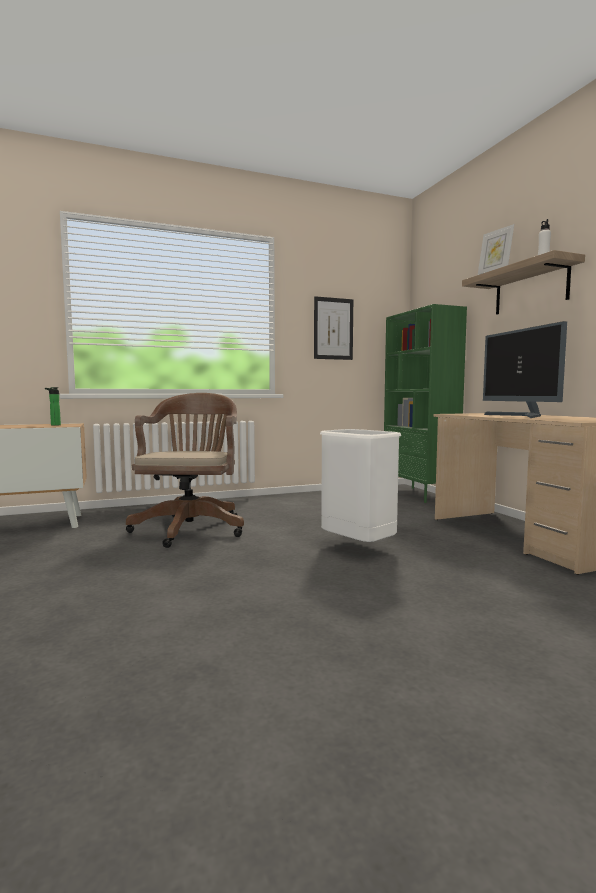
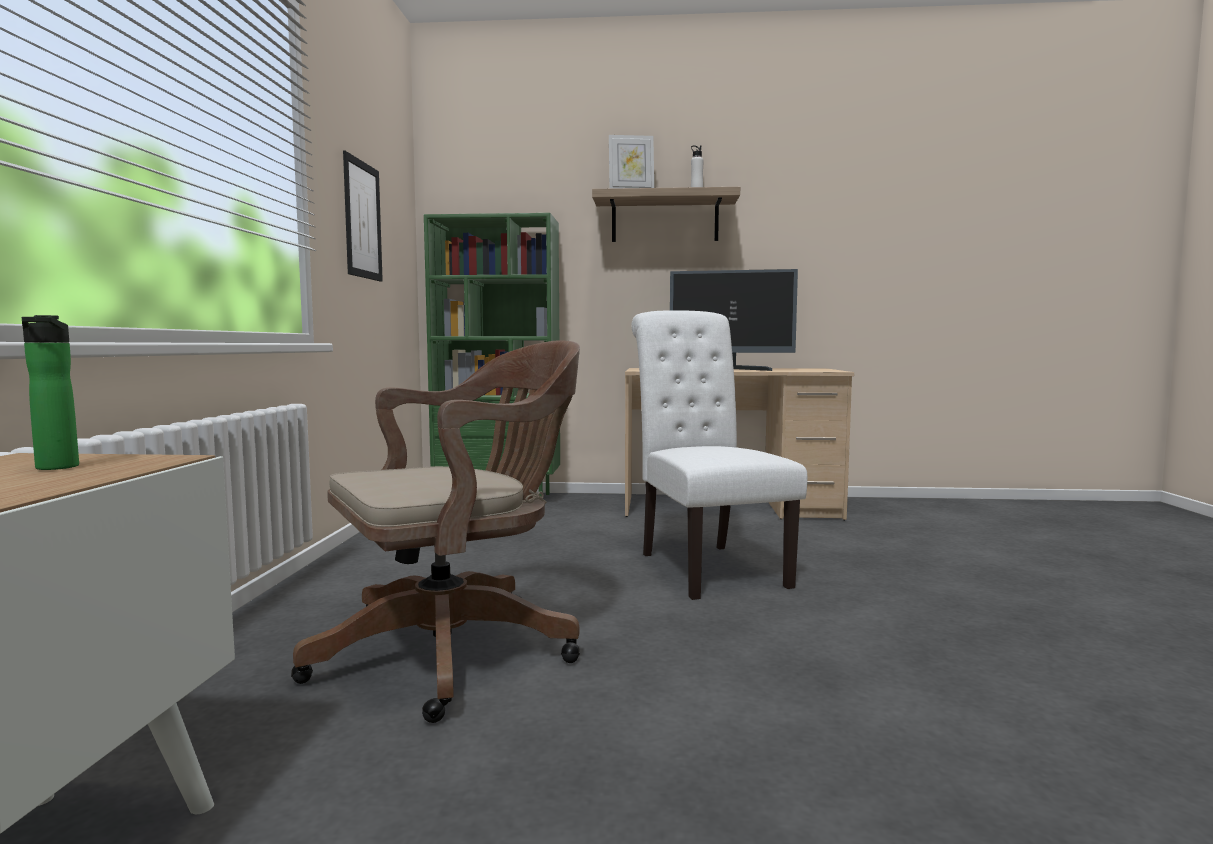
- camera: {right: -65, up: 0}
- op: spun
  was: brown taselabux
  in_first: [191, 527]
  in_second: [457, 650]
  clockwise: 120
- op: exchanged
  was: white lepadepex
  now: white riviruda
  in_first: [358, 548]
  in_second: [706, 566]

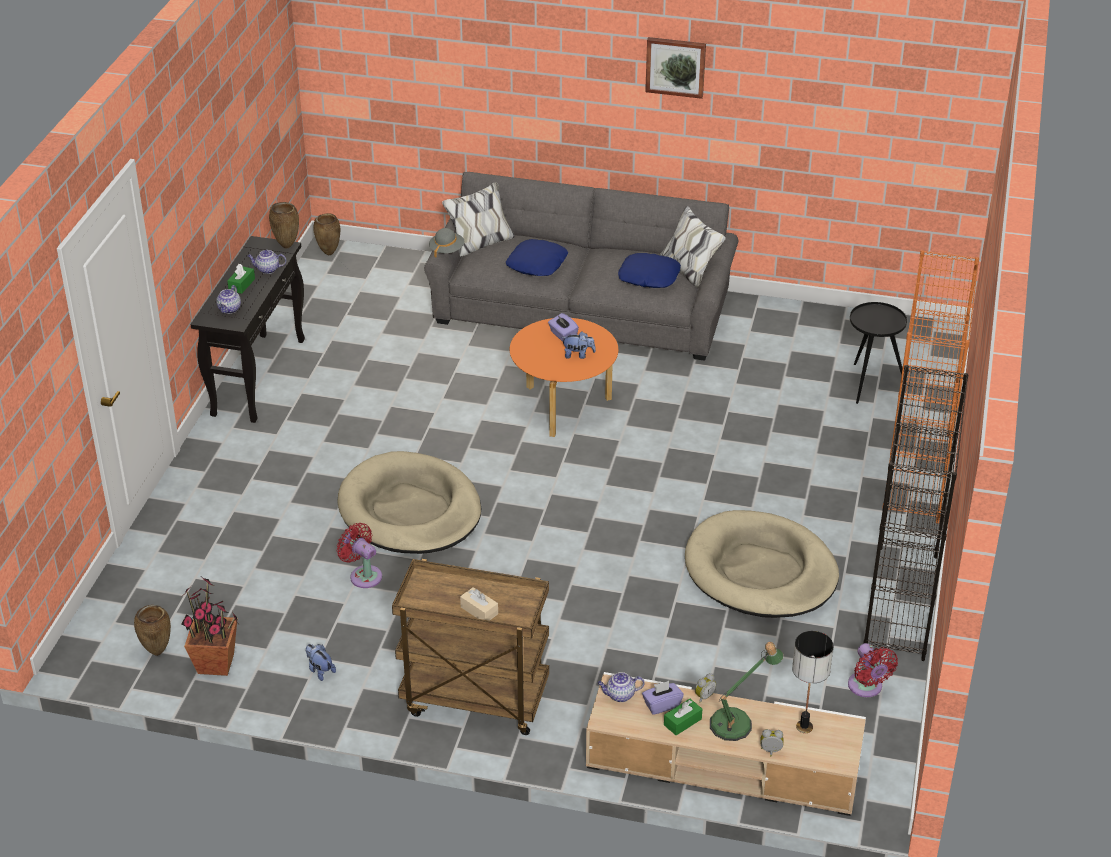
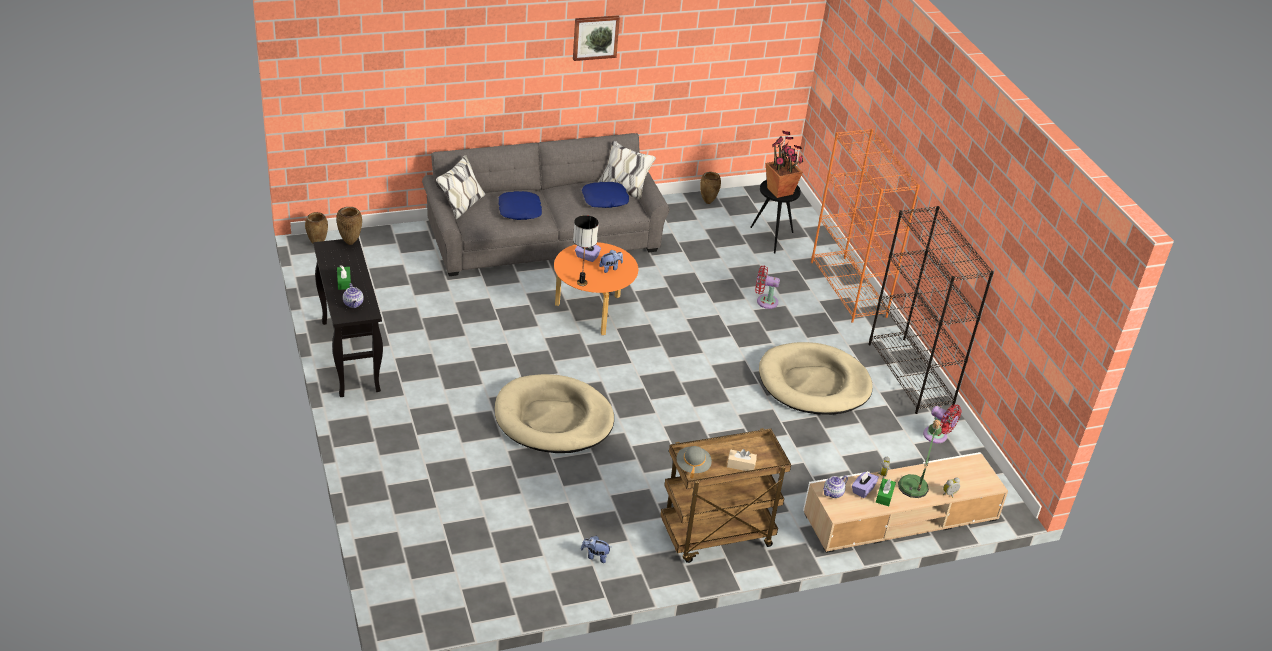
- camera: {right: -35, up: 0}
- op: relocated
  was: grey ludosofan
  in_first: [446, 250]
  in_second: [692, 466]
- op: missing
  was: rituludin
  in_first: [267, 270]
- op: relocated
  was: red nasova
  in_first: [363, 575]
  in_second: [764, 301]
- op: relocated
  was: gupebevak
  in_first: [216, 664]
  in_second: [780, 191]
- op: relocated
  was: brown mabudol
  in_first: [157, 652]
  in_second: [707, 202]
- op: relocated
  was: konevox
  in_first: [804, 726]
  in_second: [582, 282]

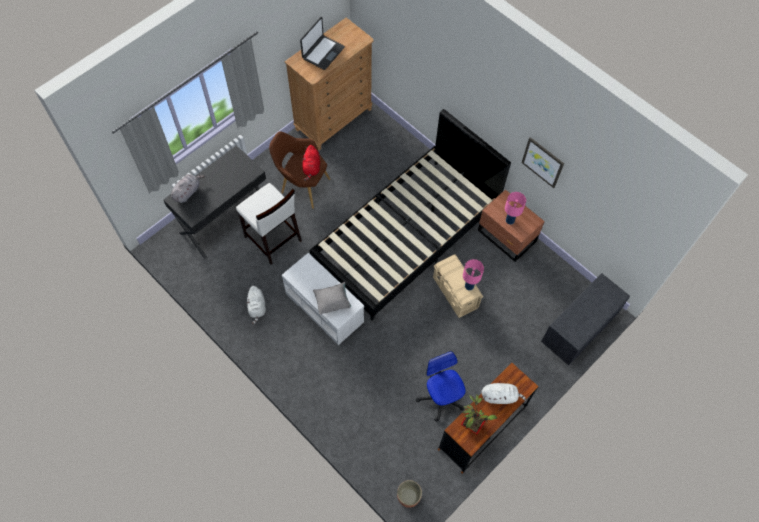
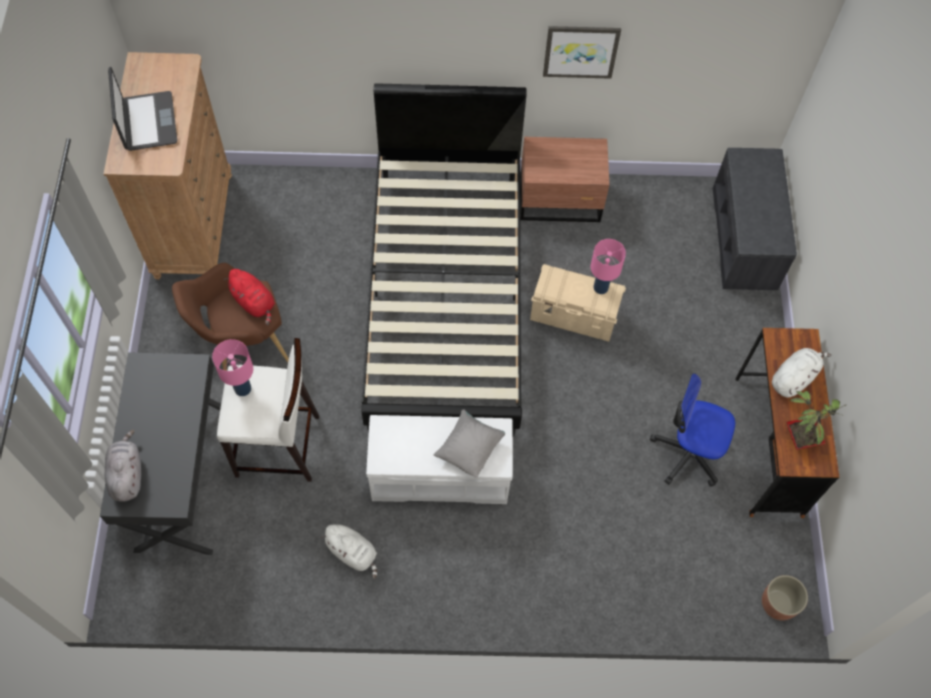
- camera: {right: -45, up: 0}
- op: relocated
  was: pink konevox
  in_first: [509, 220]
  in_second: [242, 389]

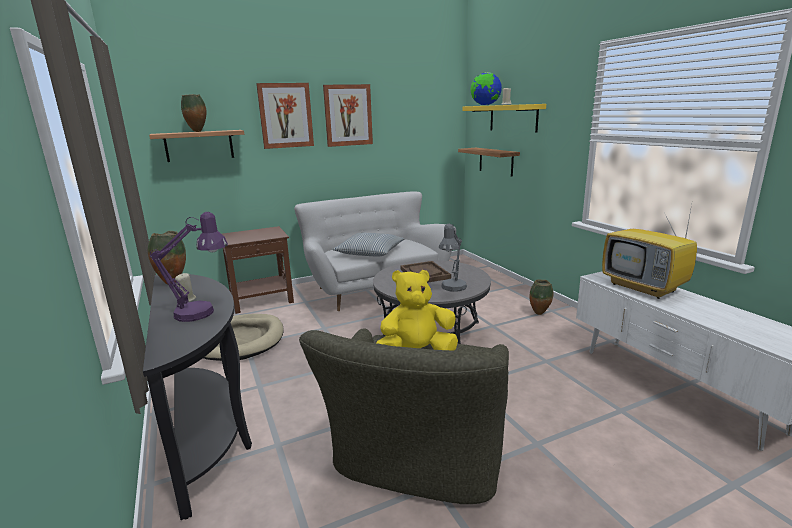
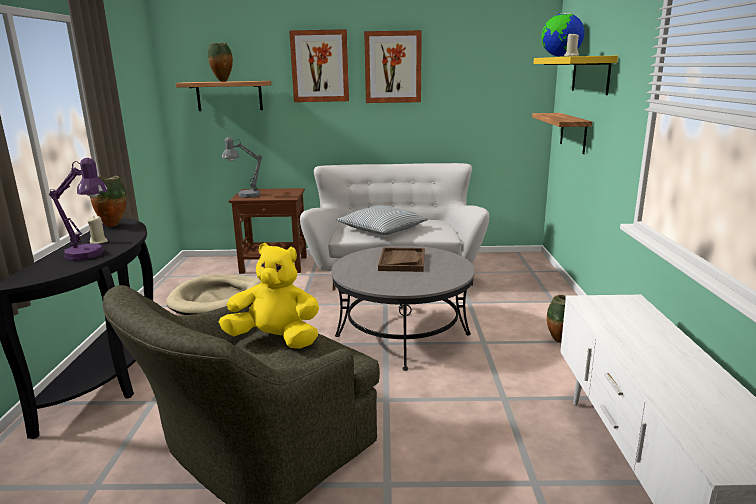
- camera: {right: 25, up: 0}
- op: missing
  was: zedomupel
  in_first: [645, 288]
- op: relocated
  was: grey konevox
  in_first: [452, 289]
  in_second: [245, 196]

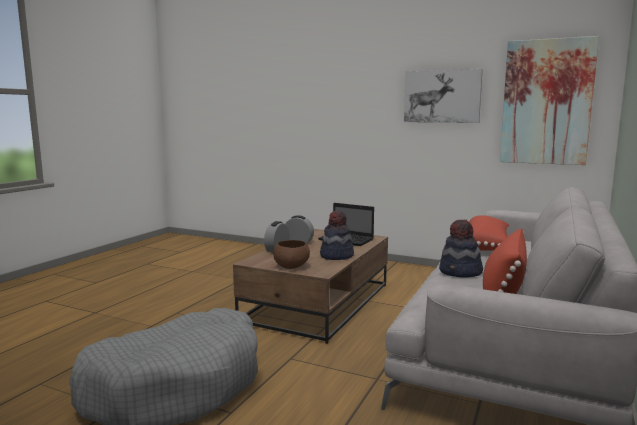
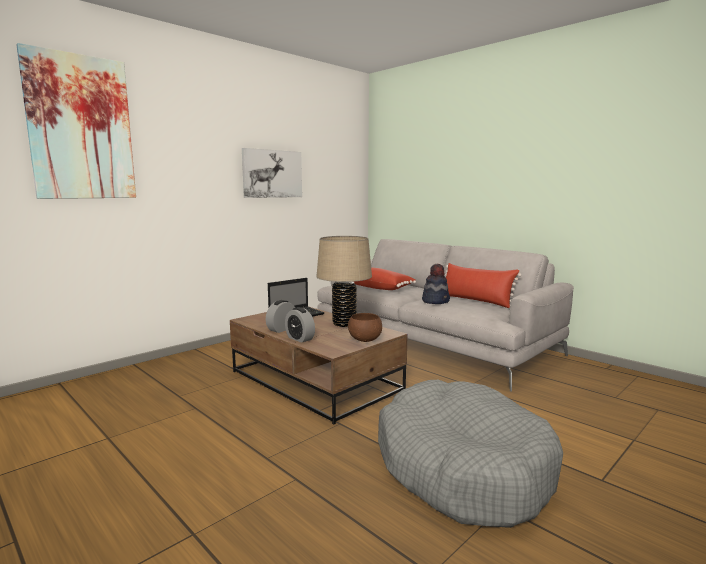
- camera: {right: -70, up: 0}
- op: relocated
  was: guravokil
  in_first: [546, 102]
  in_second: [81, 128]
- op: exchanged
  was: ludosofan
  now: beige konevox
  in_first: [336, 255]
  in_second: [344, 324]

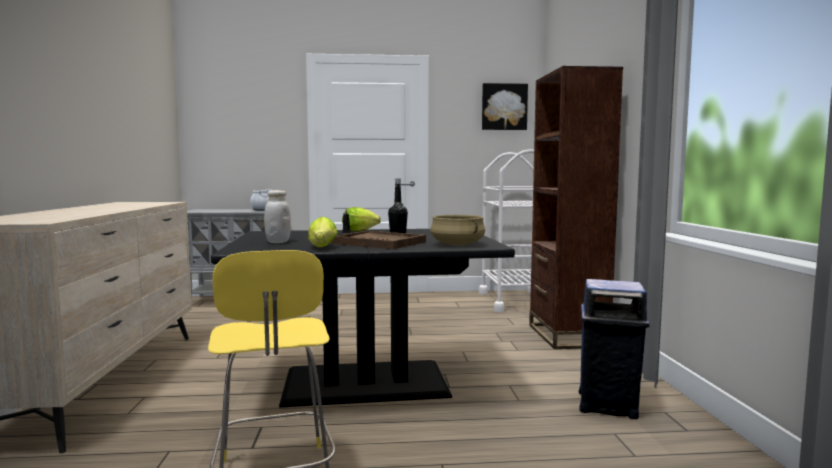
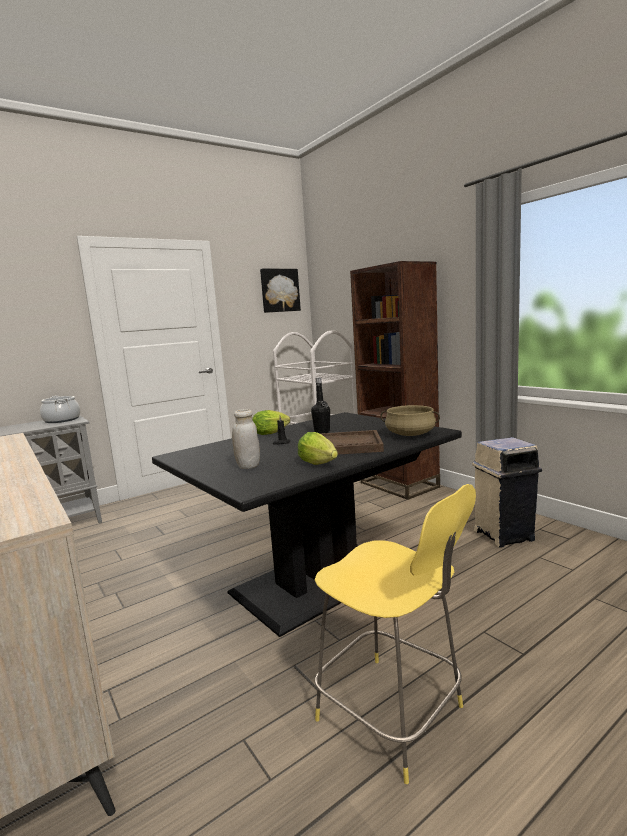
- camera: {right: -30, up: 5}
- op: colour
  was: blue lepadepex
  now: beige lepadepex
  in_first: [608, 405]
  in_second: [505, 535]

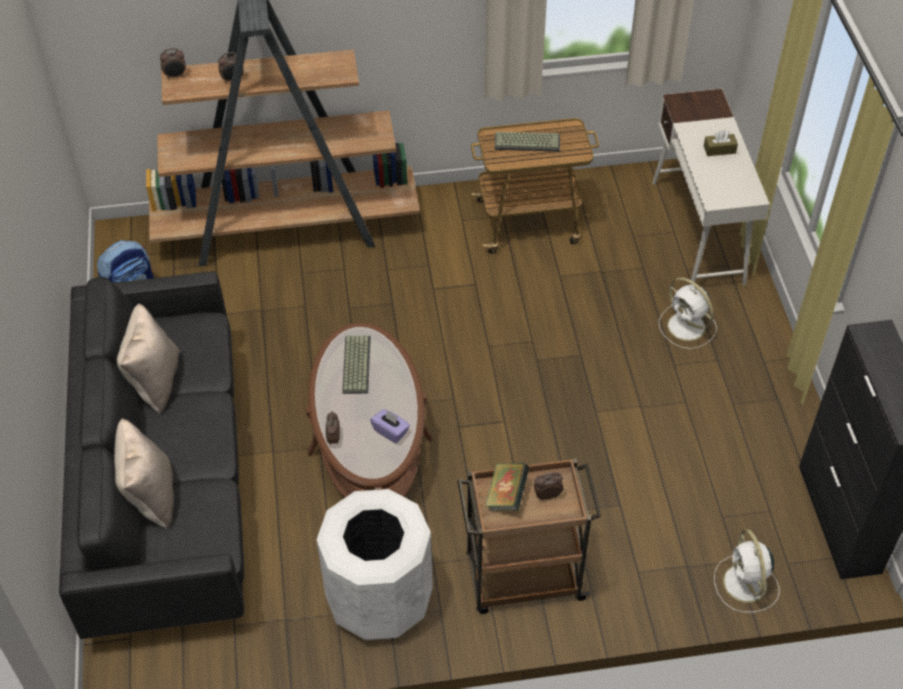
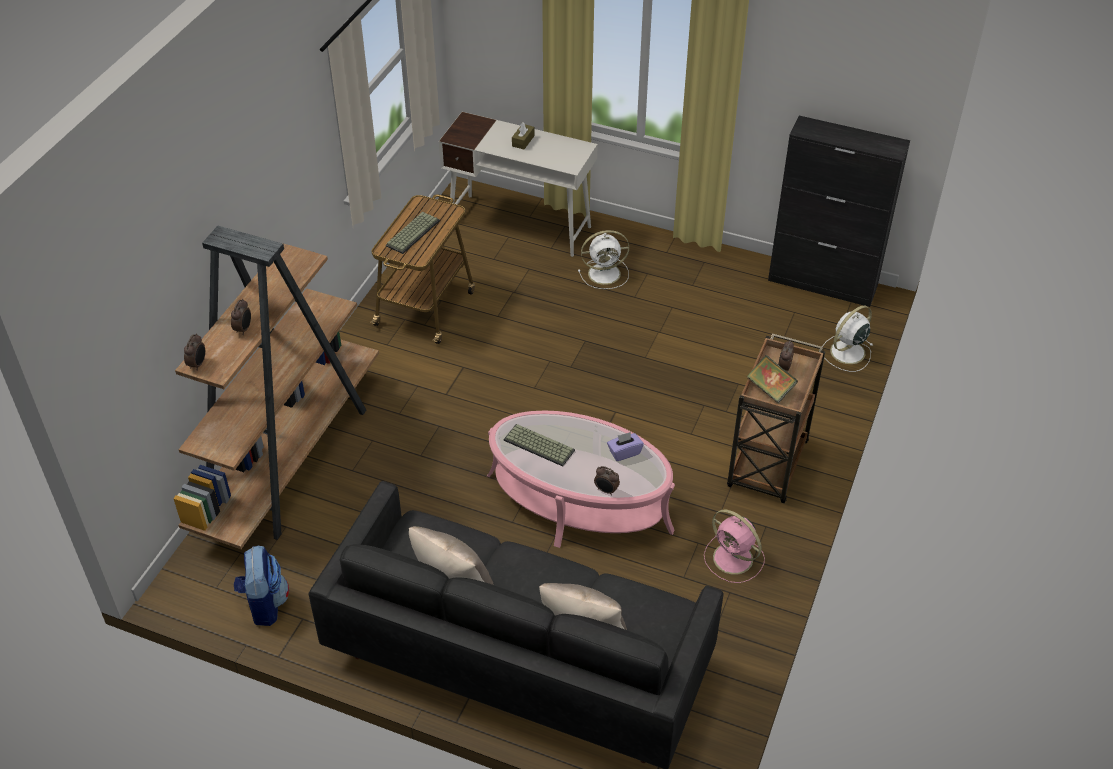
- camera: {right: -60, up: -5}
- op: colour
  was: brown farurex
  now: pink farurex
  in_first: [370, 446]
  in_second: [579, 503]
- op: exchanged
  was: white lepadepex
  now: pink nasova
  in_first: [380, 600]
  in_second: [734, 559]
- op: spun
  was: white nasova
  in_first: [745, 585]
  in_second: [846, 353]
  clockwise: 120

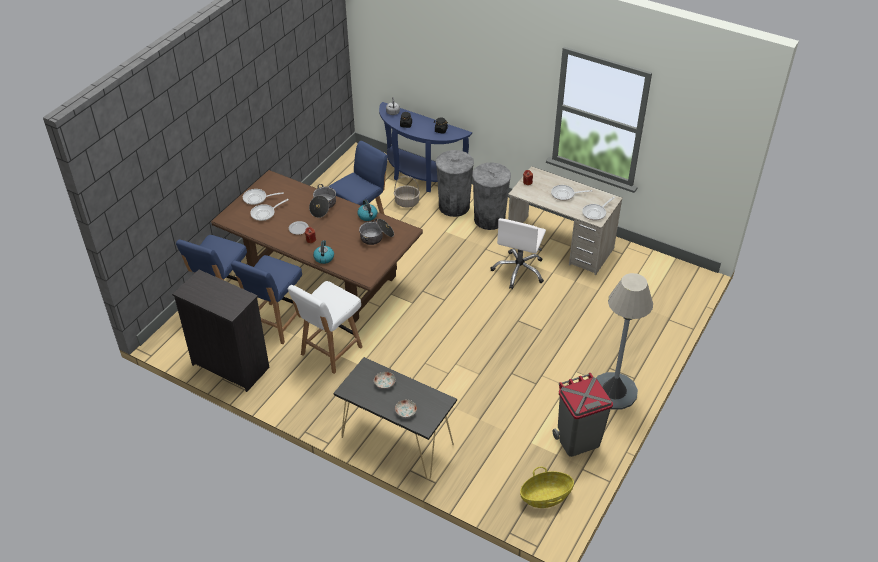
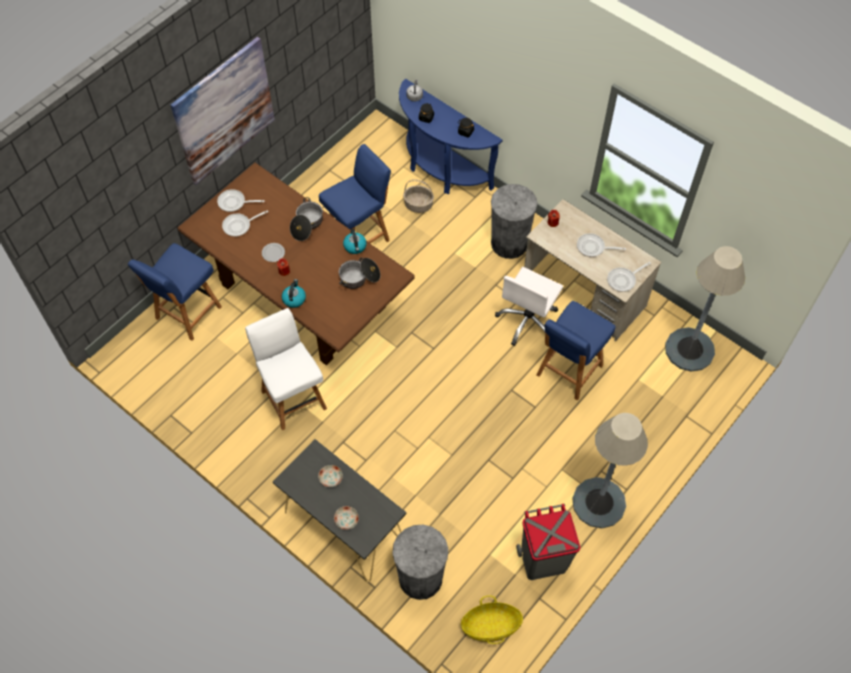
- camera: {right: 10, up: 15}
- op: relocated
  was: grey lepadepex
  in_first: [454, 206]
  in_second: [420, 578]
- op: relocated
  was: blue riviruda
  in_first: [275, 324]
  in_second: [568, 371]
- op: missing
  was: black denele
  in_first: [230, 365]
- op: spun
  was: white riviruda
  in_first: [330, 351]
  in_second: [293, 398]
  clockwise: 105
- op: appeared
  now: guravokil
  in_second: [224, 111]
- op: appeared
  now: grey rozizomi
  in_second: [689, 349]

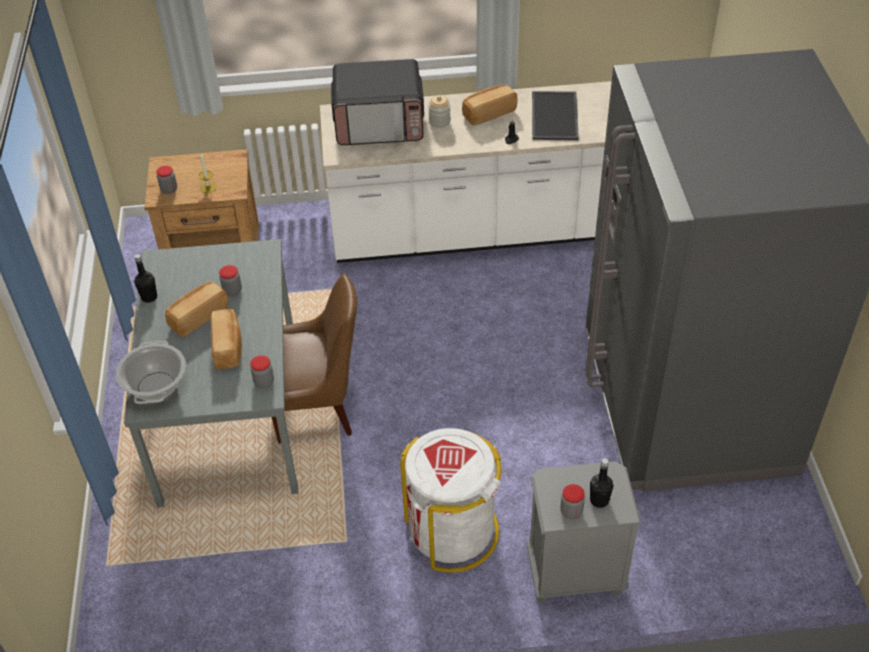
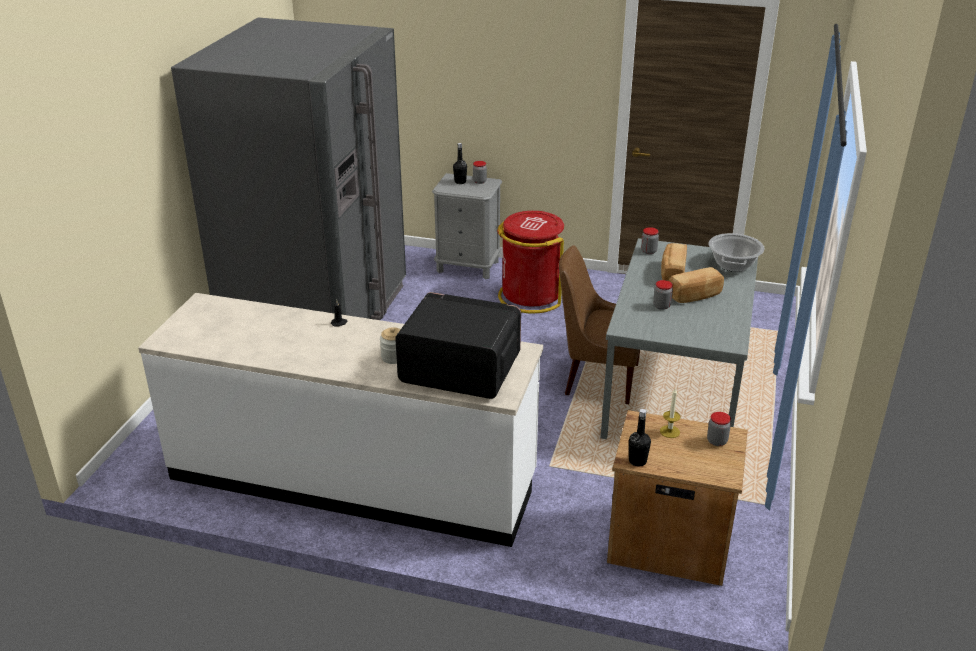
- camera: {right: -160, up: -15}
- op: missing
  was: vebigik
  in_first: [488, 113]
- op: missing
  was: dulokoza
  in_first: [556, 116]
- op: relocated
  was: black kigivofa
  in_first: [149, 297]
  in_second: [637, 461]
- op: colour
  was: white lepadepex
  now: red lepadepex
  in_first: [453, 531]
  in_second: [530, 296]

